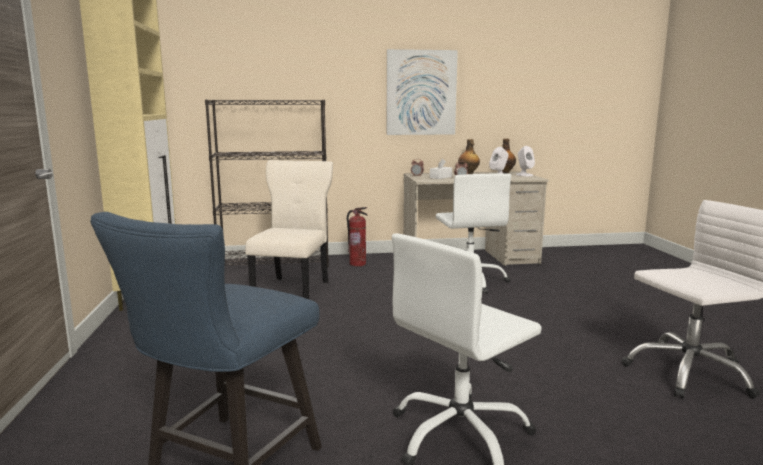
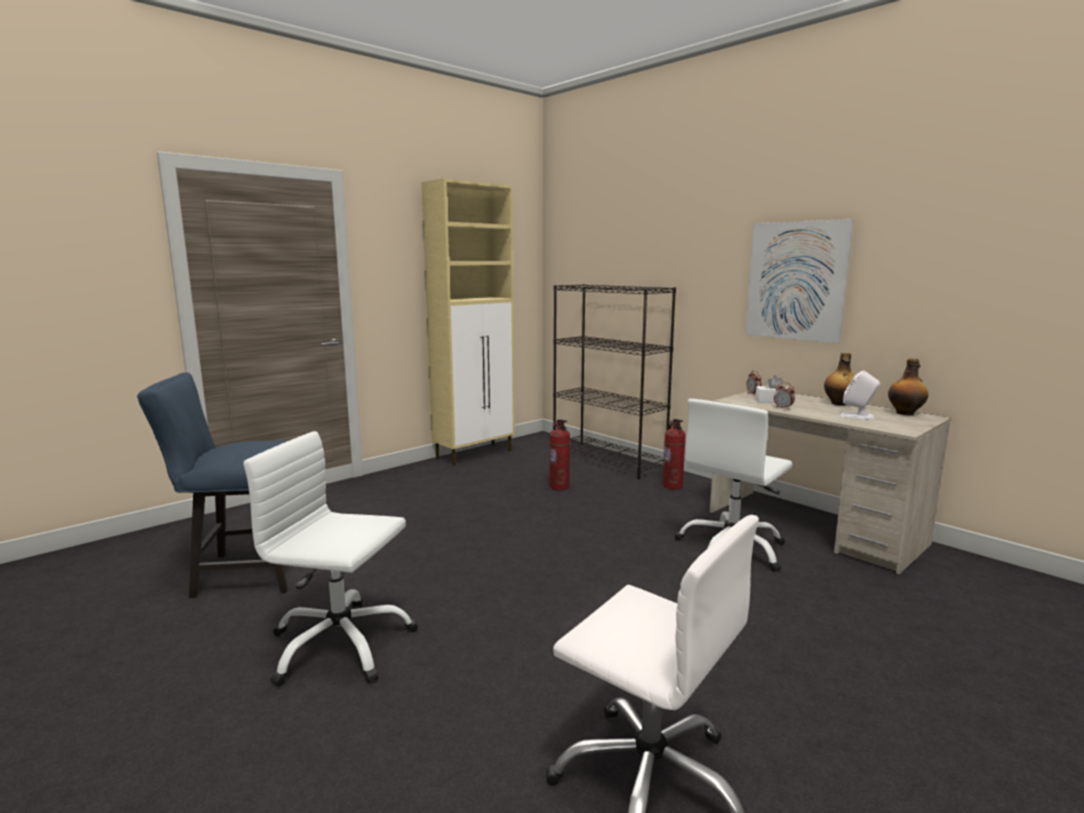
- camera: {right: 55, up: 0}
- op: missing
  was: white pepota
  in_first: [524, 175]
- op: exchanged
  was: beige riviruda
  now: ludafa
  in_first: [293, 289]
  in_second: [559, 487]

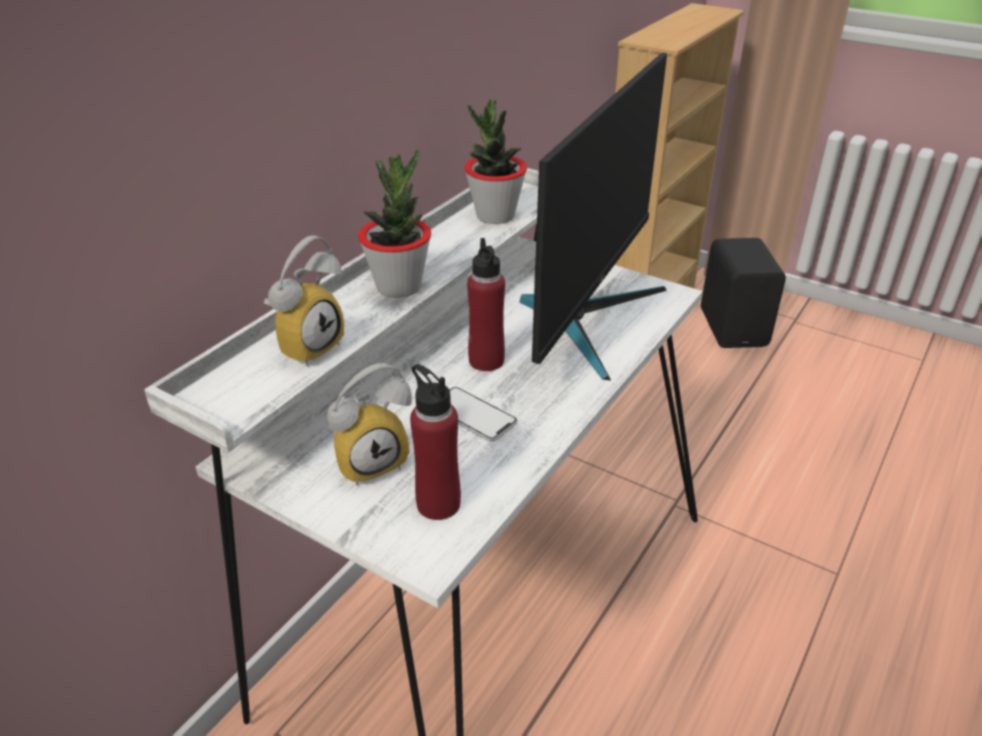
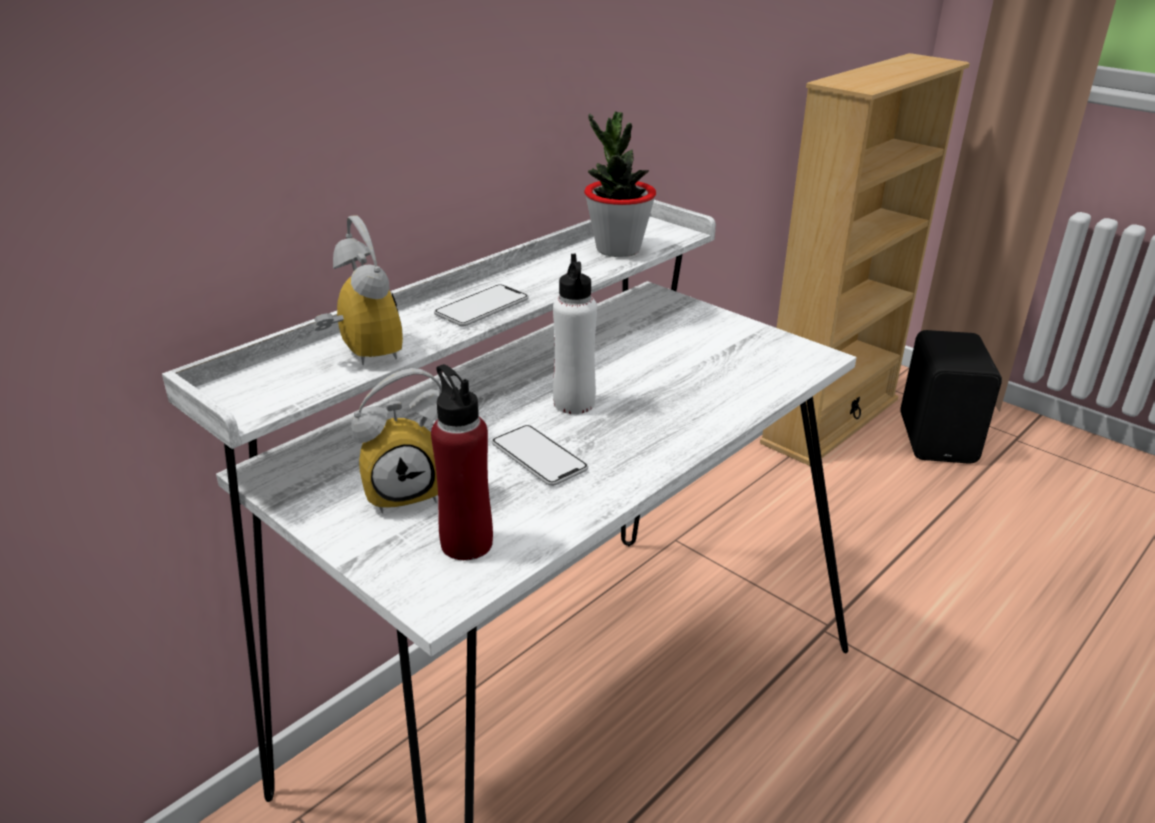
- camera: {right: 10, up: -5}
- op: missing
  was: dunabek
  in_first: [586, 317]
- op: exchanged
  was: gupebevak
  now: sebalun
  in_first: [399, 287]
  in_second: [482, 307]
- op: spun
  was: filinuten
  in_first: [307, 345]
  in_second: [358, 353]
  clockwise: -75
- op: colour
  was: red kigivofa
  now: white kigivofa
  in_first: [486, 361]
  in_second: [574, 403]

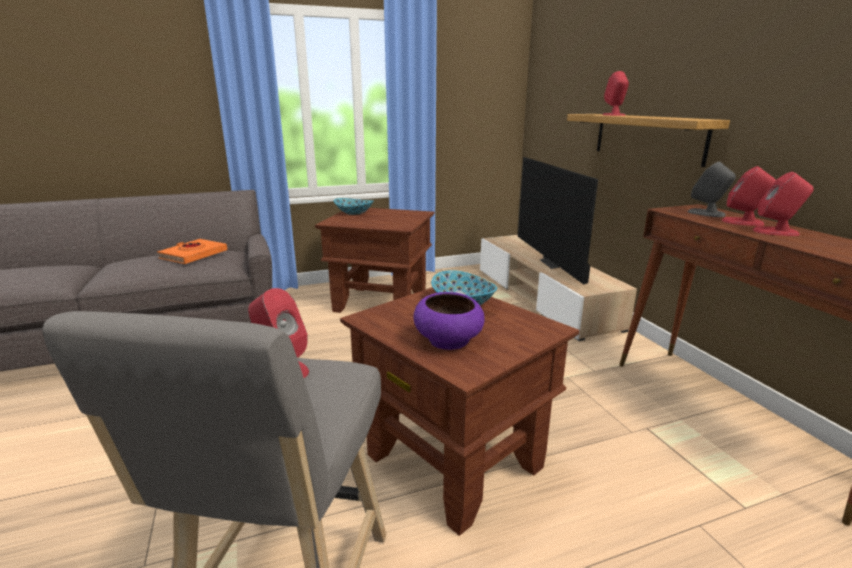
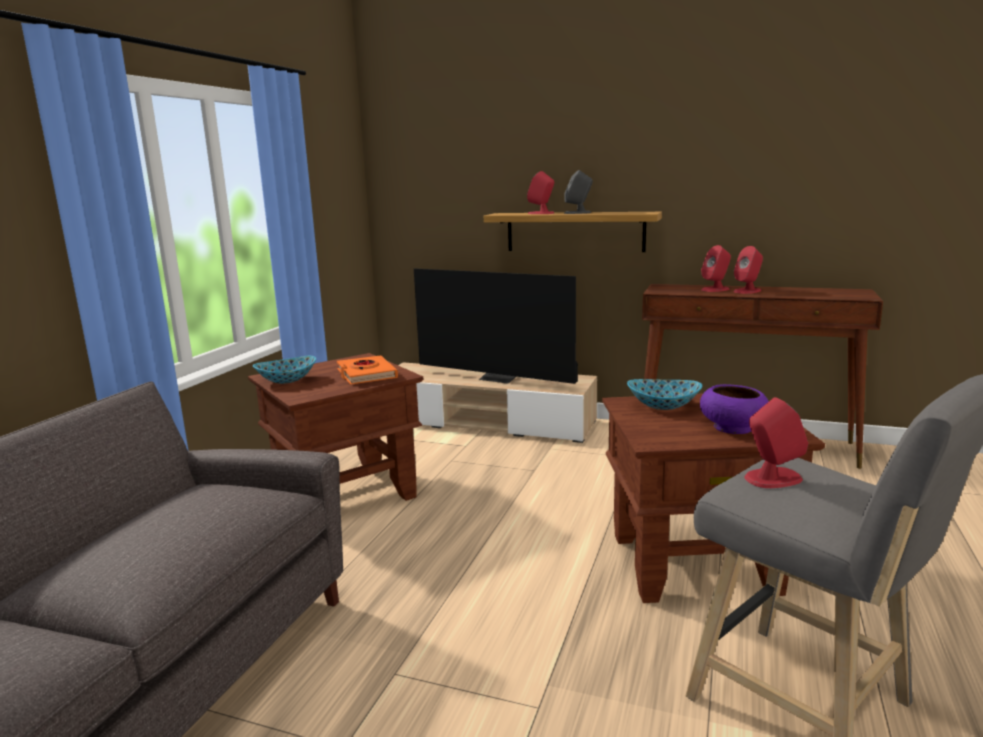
- camera: {right: -50, up: -5}
- op: relocated
  was: grey pepota
  in_first: [706, 213]
  in_second: [578, 213]
- op: relocated
  was: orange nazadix
  in_first: [193, 255]
  in_second: [366, 375]

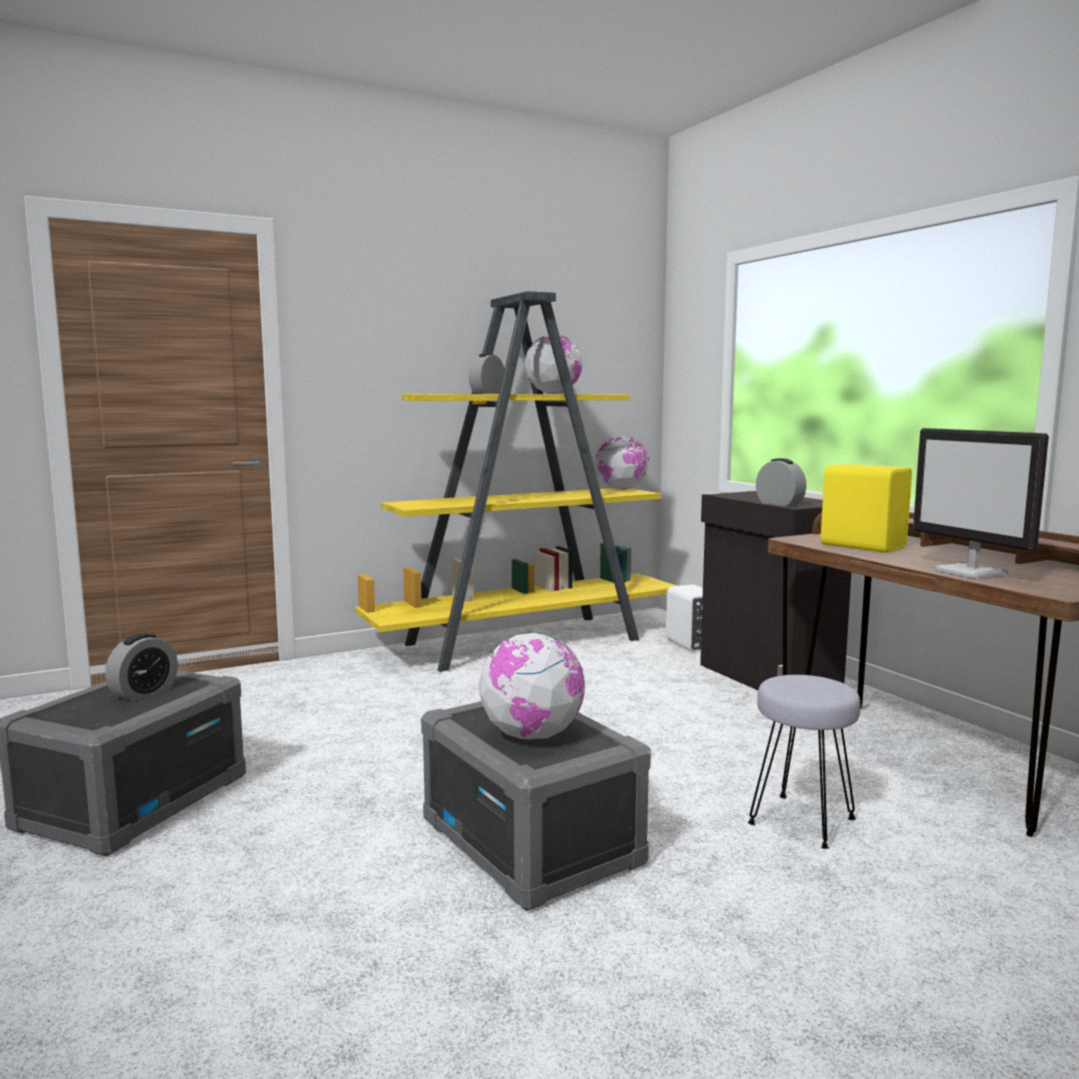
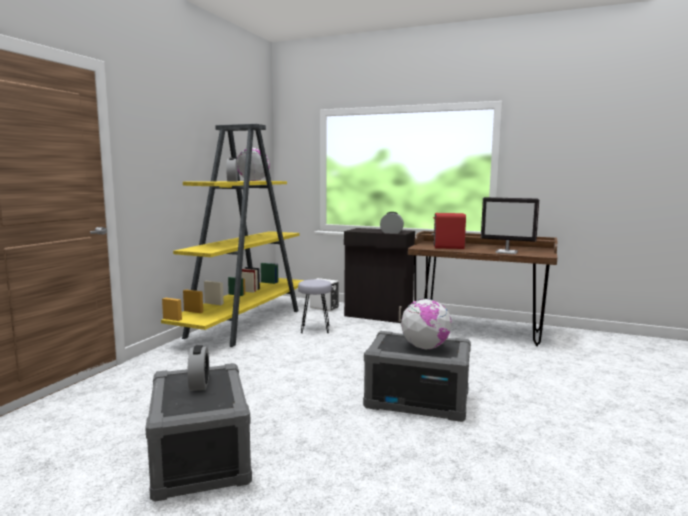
- camera: {right: -40, up: 0}
- op: missing
  was: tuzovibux
  in_first: [621, 489]
- op: colour
  was: yellow pepota
  now: red pepota
  in_first: [862, 546]
  in_second: [447, 247]
- op: relocated
  was: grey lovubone
  in_first: [800, 820]
  in_second: [314, 329]

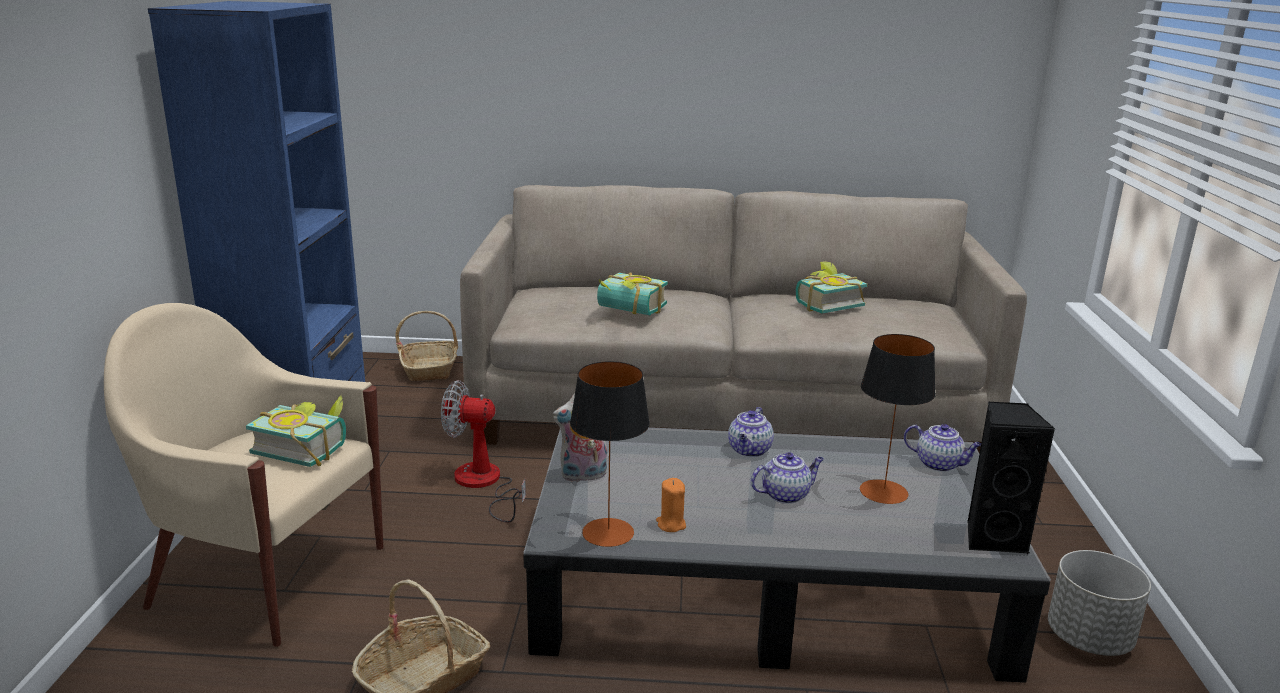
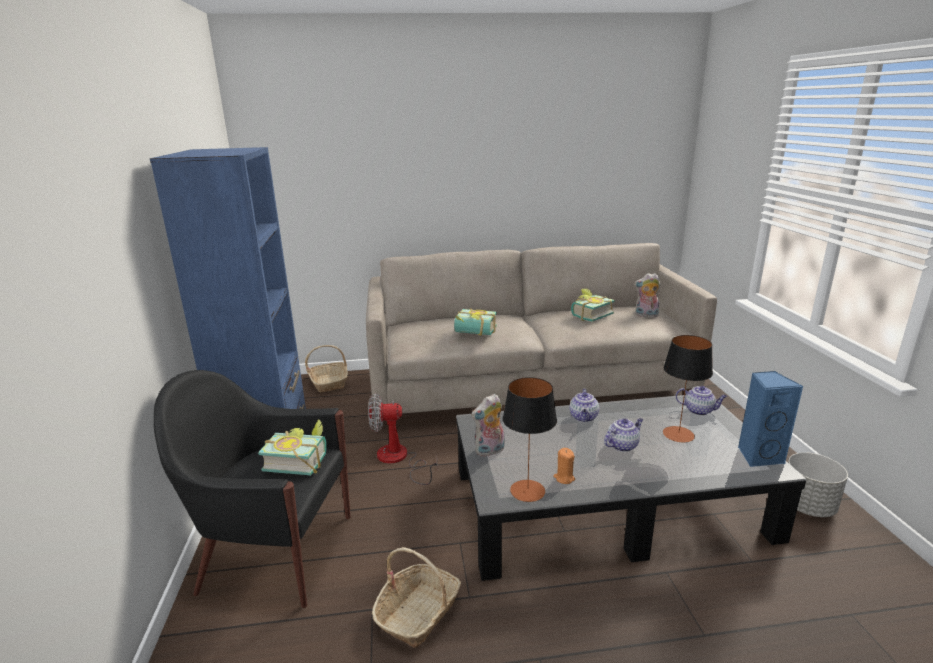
- camera: {right: -10, up: 0}
- op: colour
  was: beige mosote
  now: black mosote
  in_first: [266, 575]
  in_second: [275, 552]
- op: colour
  was: black pepota
  now: blue pepota
  in_first: [993, 538]
  in_second: [758, 456]
- op: appeared
  now: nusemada
  in_second: [646, 315]

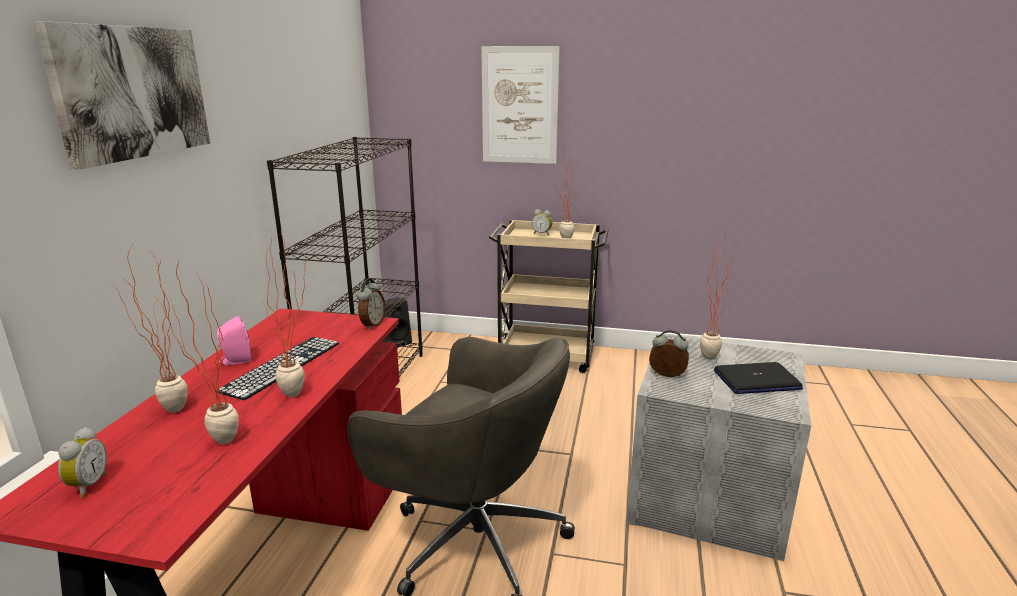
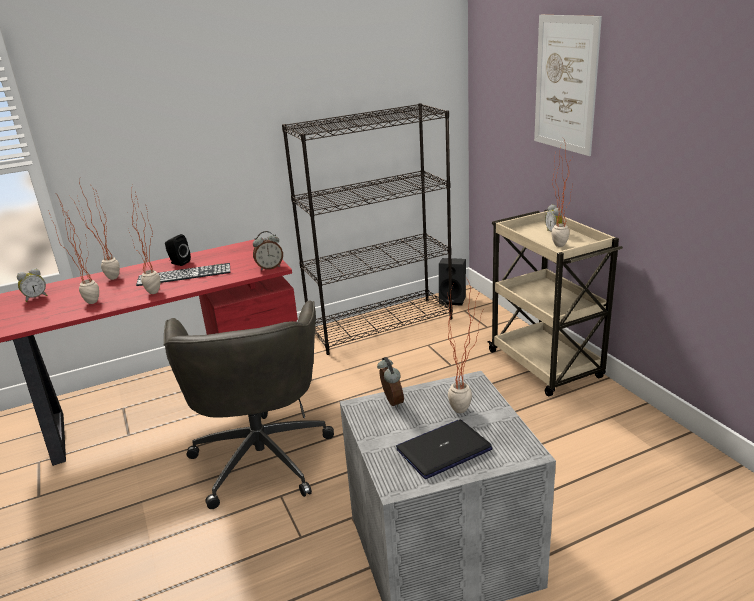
- camera: {right: 55, up: 5}
- op: missing
  was: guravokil
  in_first: [132, 92]
- op: colour
  was: pink pepota
  now: black pepota
  in_first: [235, 361]
  in_second: [178, 262]
- op: spun
  was: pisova
  in_first: [756, 380]
  in_second: [443, 449]
  clockwise: 105

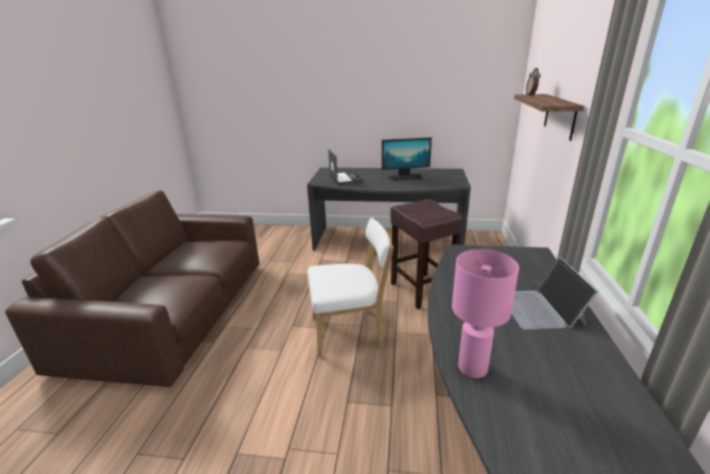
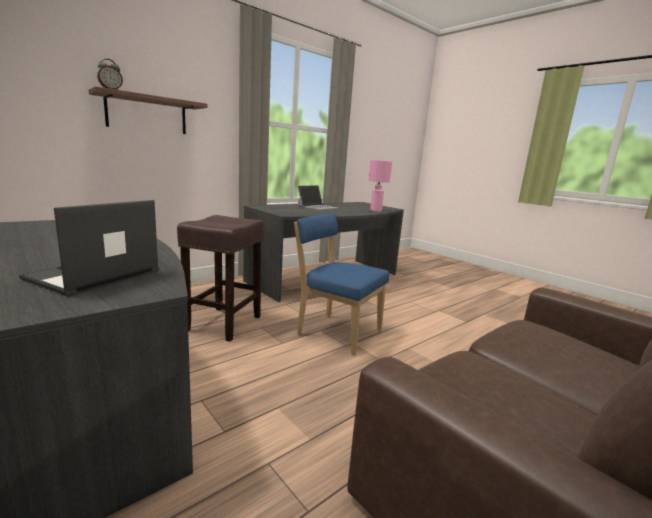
- camera: {right: -140, up: -10}
- op: missing
  was: dunabek
  in_first: [405, 177]
- op: colour
  was: white riviruda
  now: blue riviruda
  in_first: [350, 332]
  in_second: [336, 331]

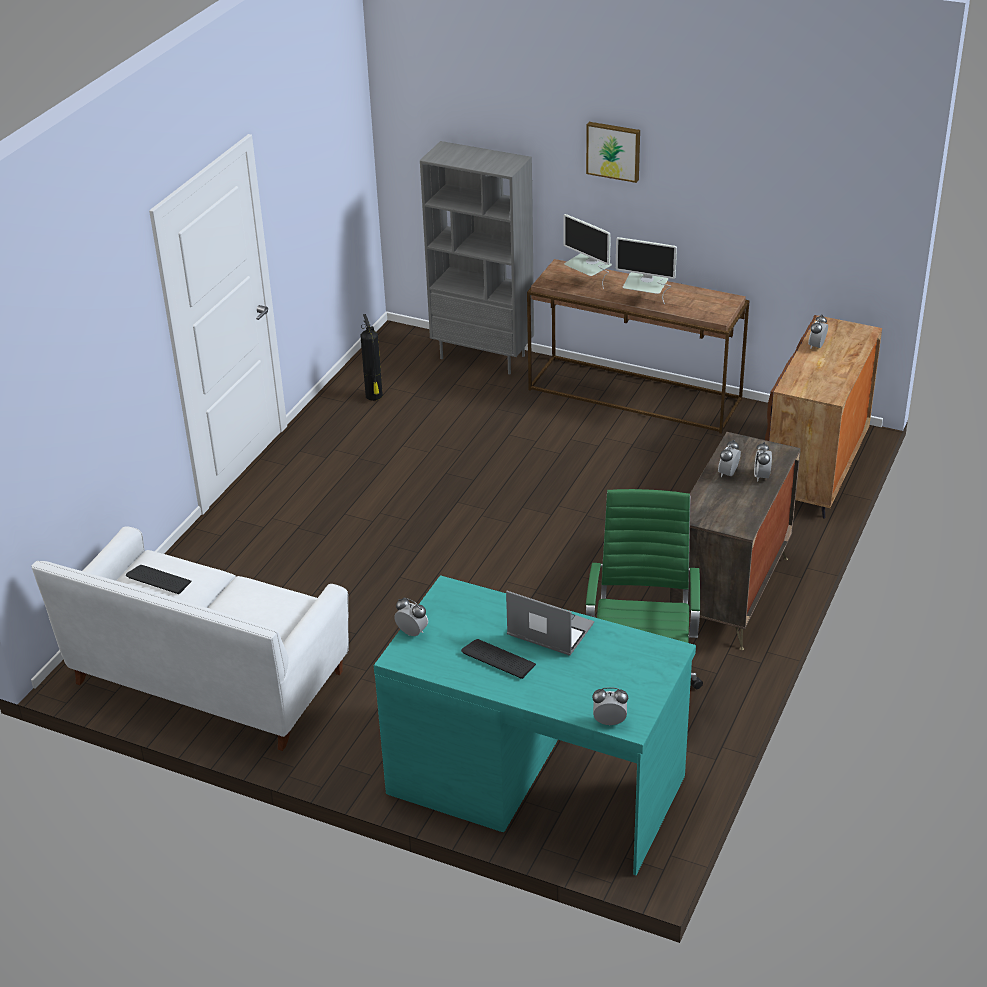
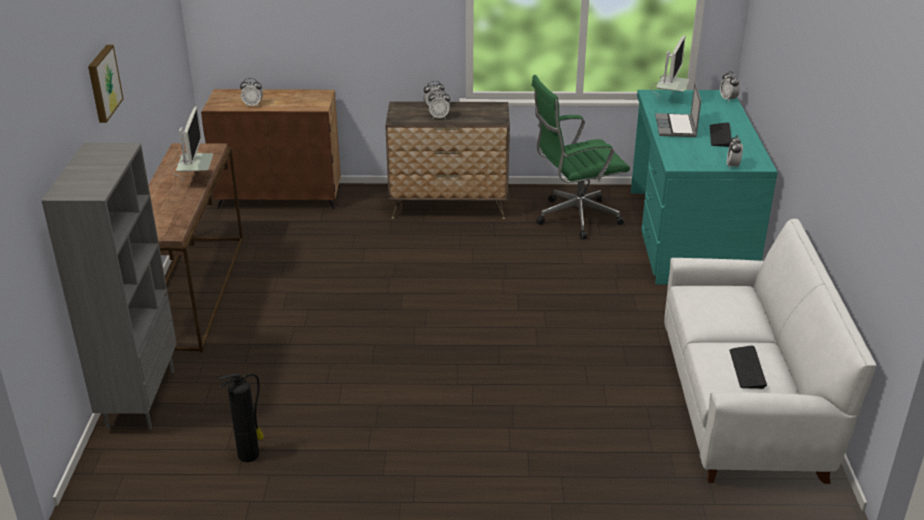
- camera: {right: -115, up: -5}
- op: relocated
  was: dunabek
  in_first: [588, 282]
  in_second: [669, 100]

